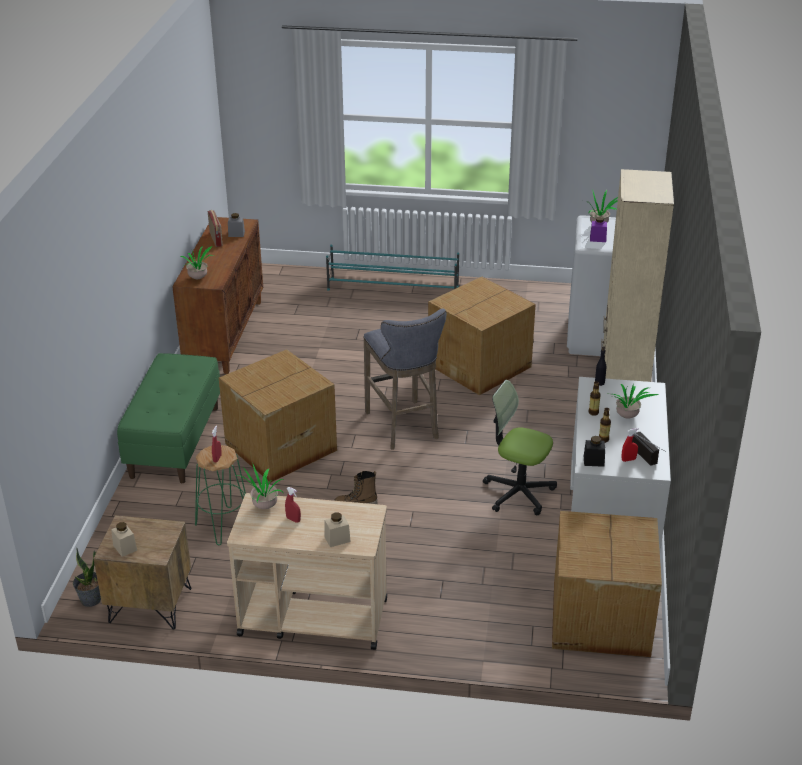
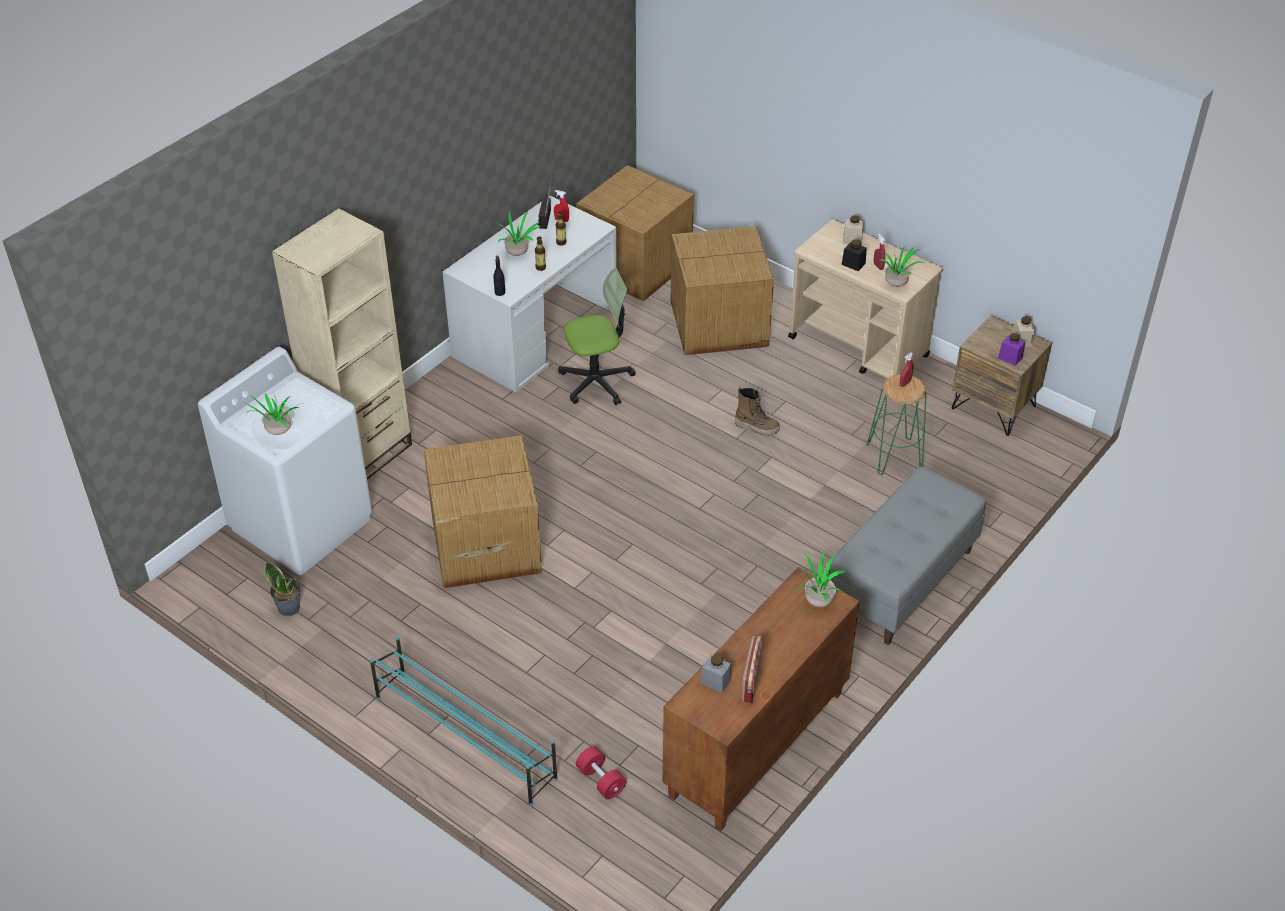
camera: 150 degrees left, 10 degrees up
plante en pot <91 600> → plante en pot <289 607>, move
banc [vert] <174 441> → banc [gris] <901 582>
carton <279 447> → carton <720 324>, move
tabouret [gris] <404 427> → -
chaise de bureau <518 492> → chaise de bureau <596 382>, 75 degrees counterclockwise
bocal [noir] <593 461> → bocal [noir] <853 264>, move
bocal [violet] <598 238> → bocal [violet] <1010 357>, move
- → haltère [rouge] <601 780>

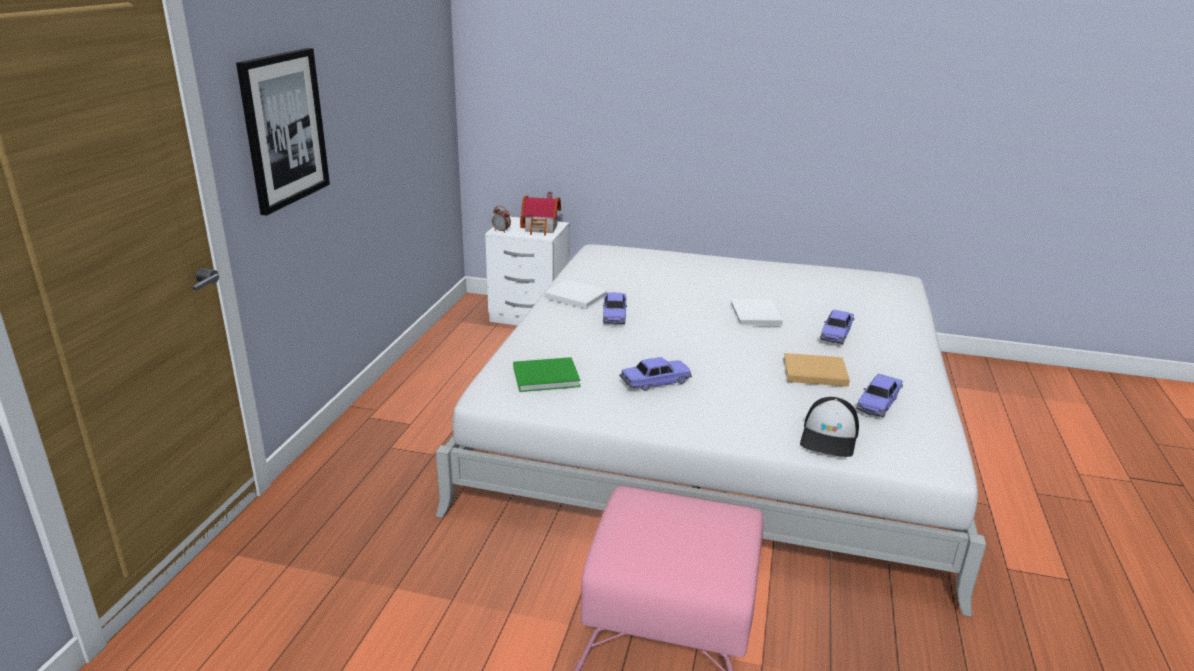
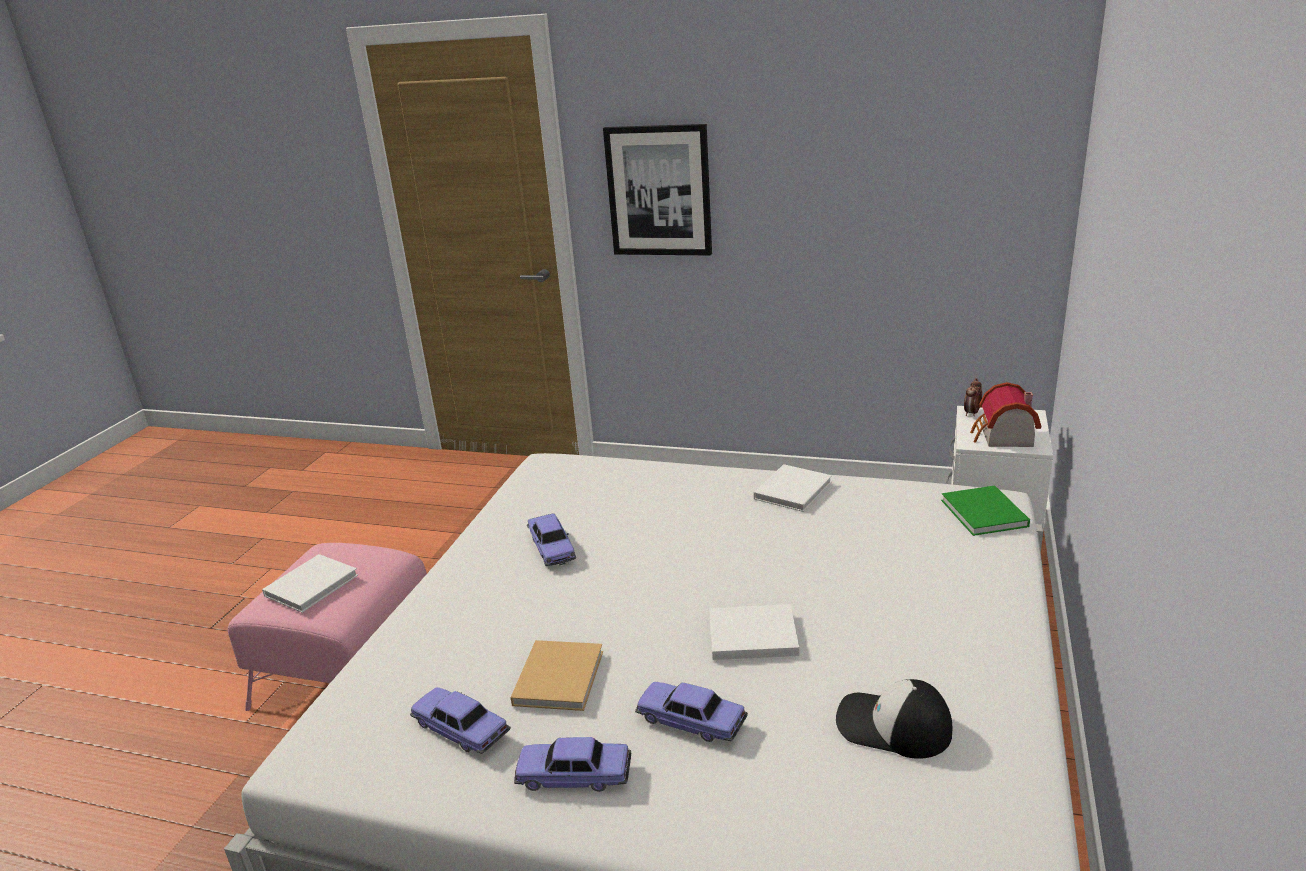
camera: 95 degrees right, 0 degrees up
livre [vert] <548 377> → livre [vert] <985 514>, move
petite voiture <614 315> → petite voiture <574 776>, move
casquette <829 437> → casquette <892 726>, move
- → livre [blanc] <313 584>

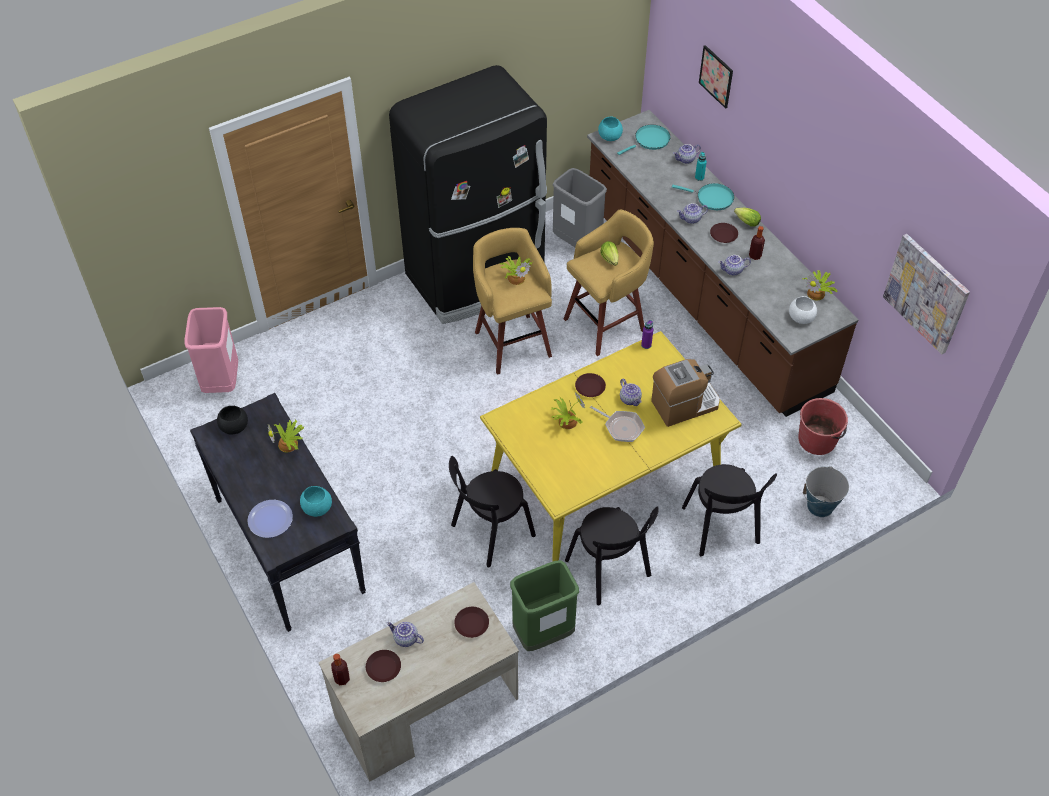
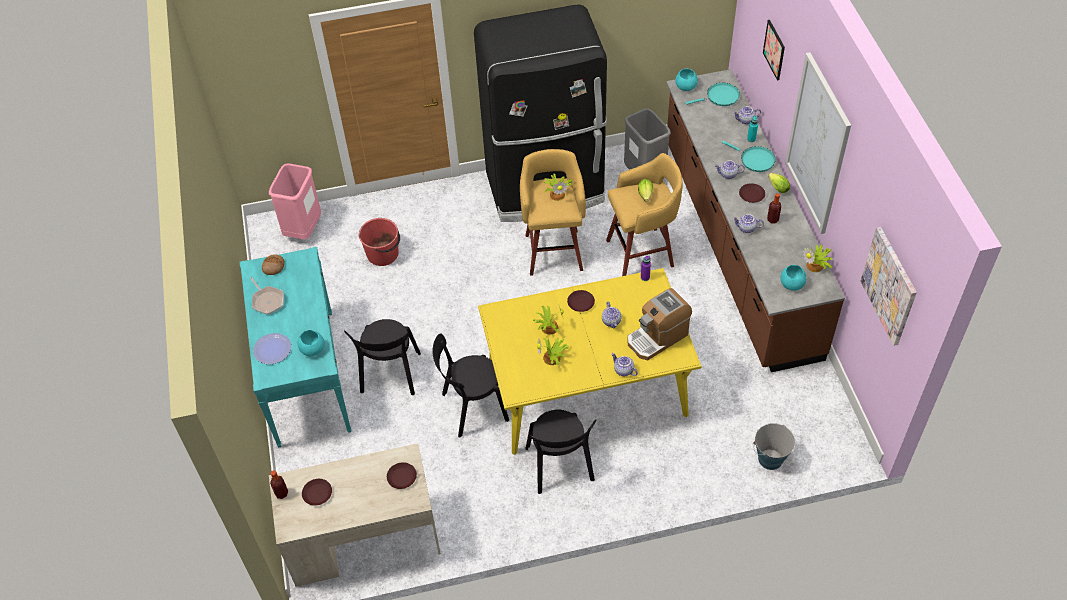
camera: 20 degrees right, 0 degrees up
table console [noir] <288 545> → table console [turquoise] <305 377>
bol [noir] <233 426> → pain <273 267>
plante en pot <289 444> → plante en pot <552 358>, move
théière <405 639> → théière <623 370>, move
poubelle [vert] <543 634> → -
poêle <621 427> → poêle <267 300>, move
machine à café <684 405> → machine à café <657 337>, 150 degrees clockwise
chaise [noir] <721 528> → chaise [noir] <390 375>, move
bol [blanc] <801 317> → bol [turquoise] <792 284>
seau [rouge] <817 440> → seau [rouge] <383 254>, move
- → tableau <818 144>

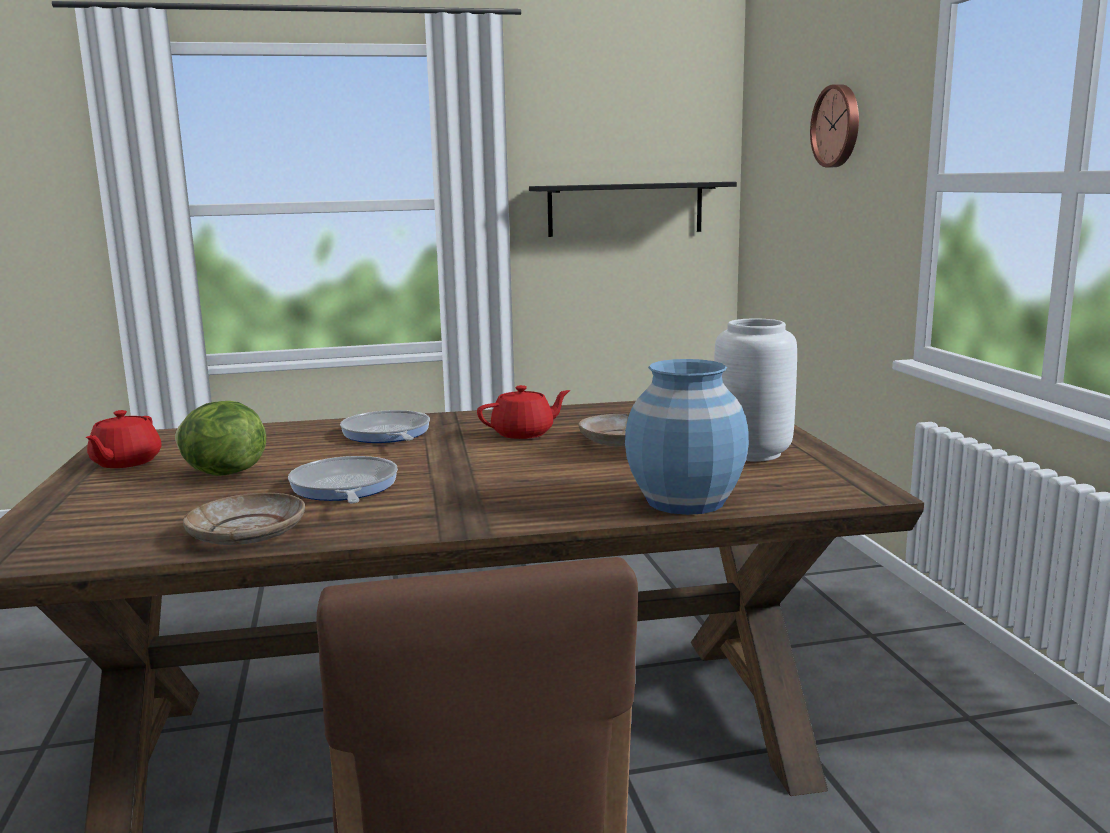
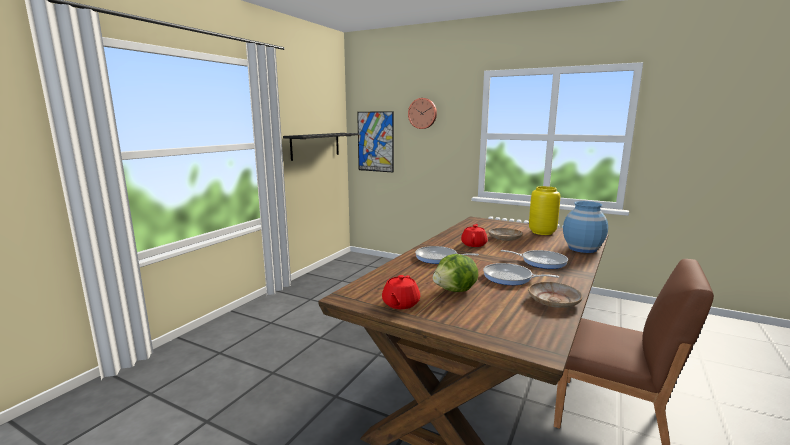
camera: 50 degrees left, 0 degrees up
théière [rouge] <125 462> → théière [rouge] <400 304>, 60 degrees clockwise
vase [blanc] <753 453> → vase [jaune] <542 232>
- → tableau <375 141>
- → poêle <541 262>

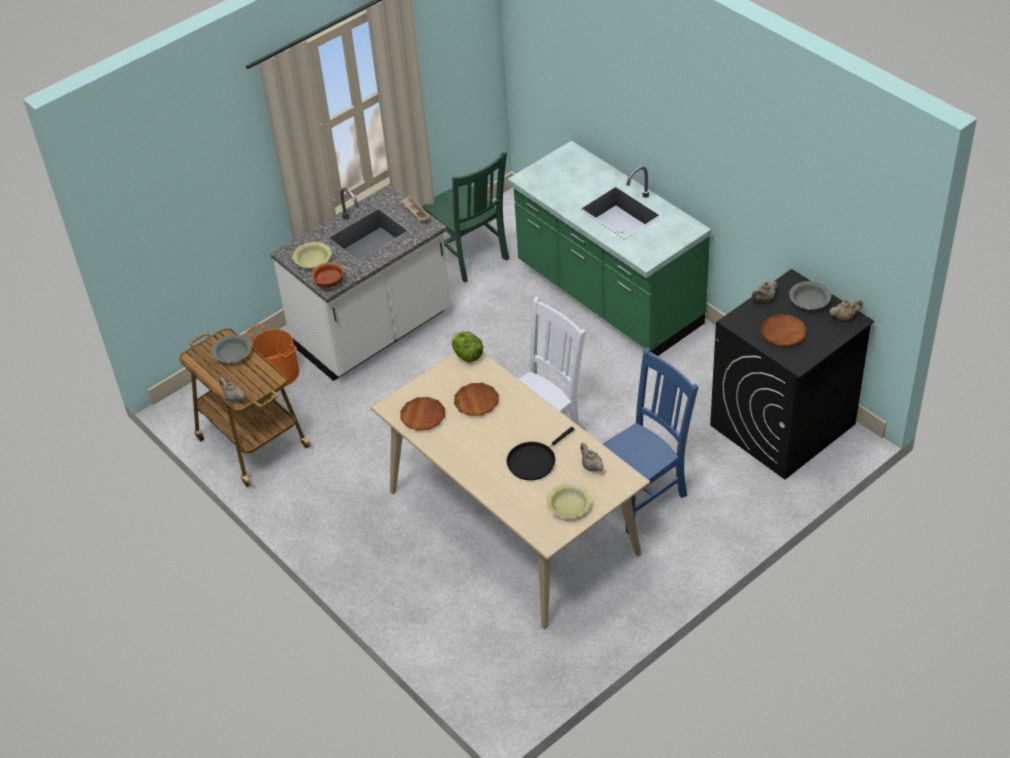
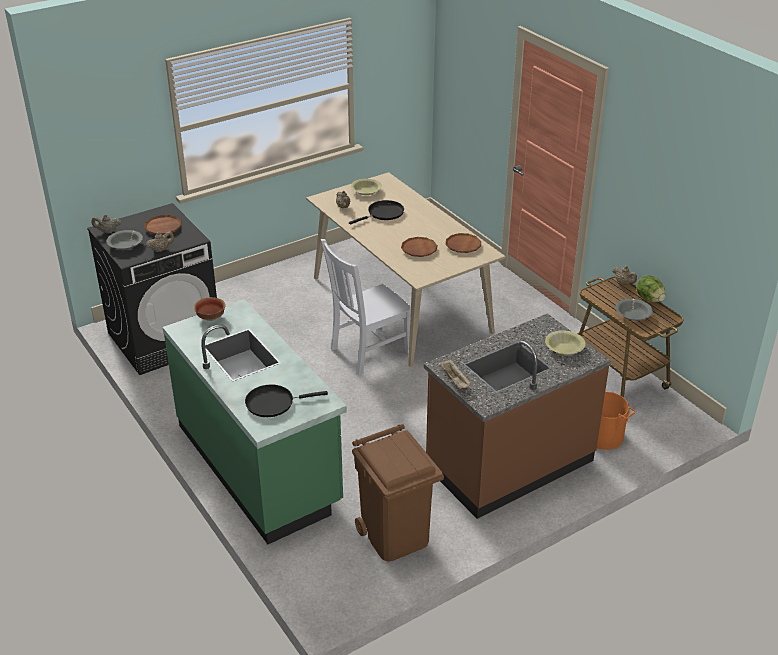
camera: 175 degrees left, 10 degrees down
comptoir de cuisine [blanc] <373 332> → comptoir de cuisine [marron] <508 462>
bol <329 284> → bol <211 317>, move
chaise [vert] <469 255> → poubelle [marron] <395 536>
laitue <467 355> → laitue <649 299>, move
chaise [bleu] <640 495> → -
- → poêle [noir] <273 403>

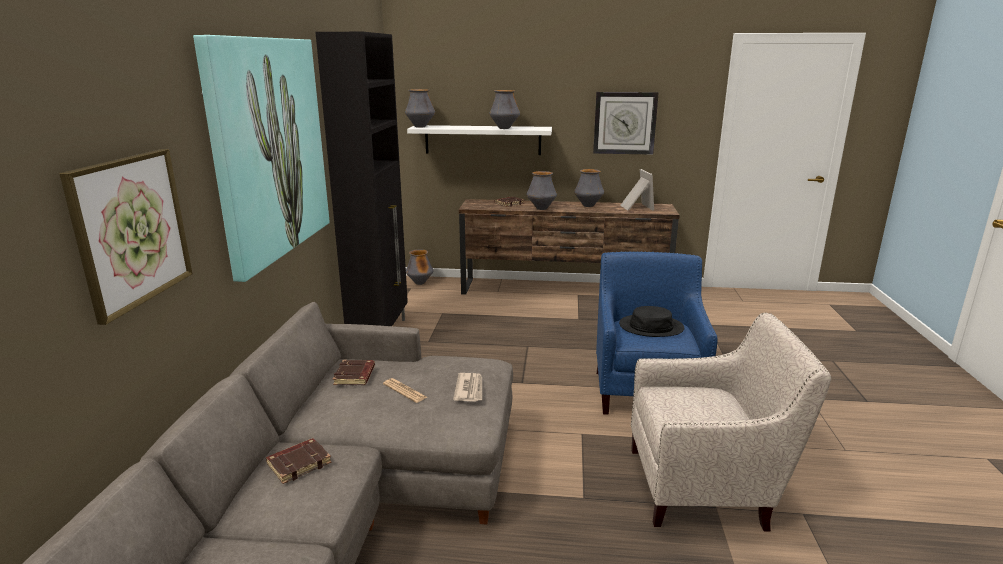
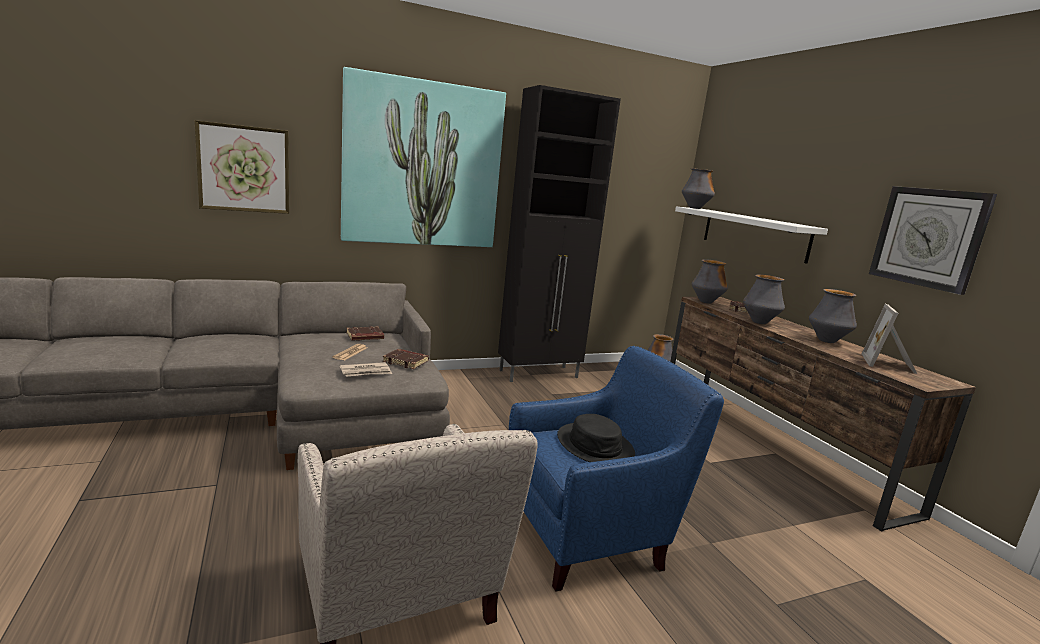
camera: 60 degrees right, 5 degrees down
livre [marron] <299 463> → livre [marron] <406 362>, move
vase <504 128> → vase <706 302>, move
cadre photo <635 207> → cadre photo <889 364>, 150 degrees clockwise

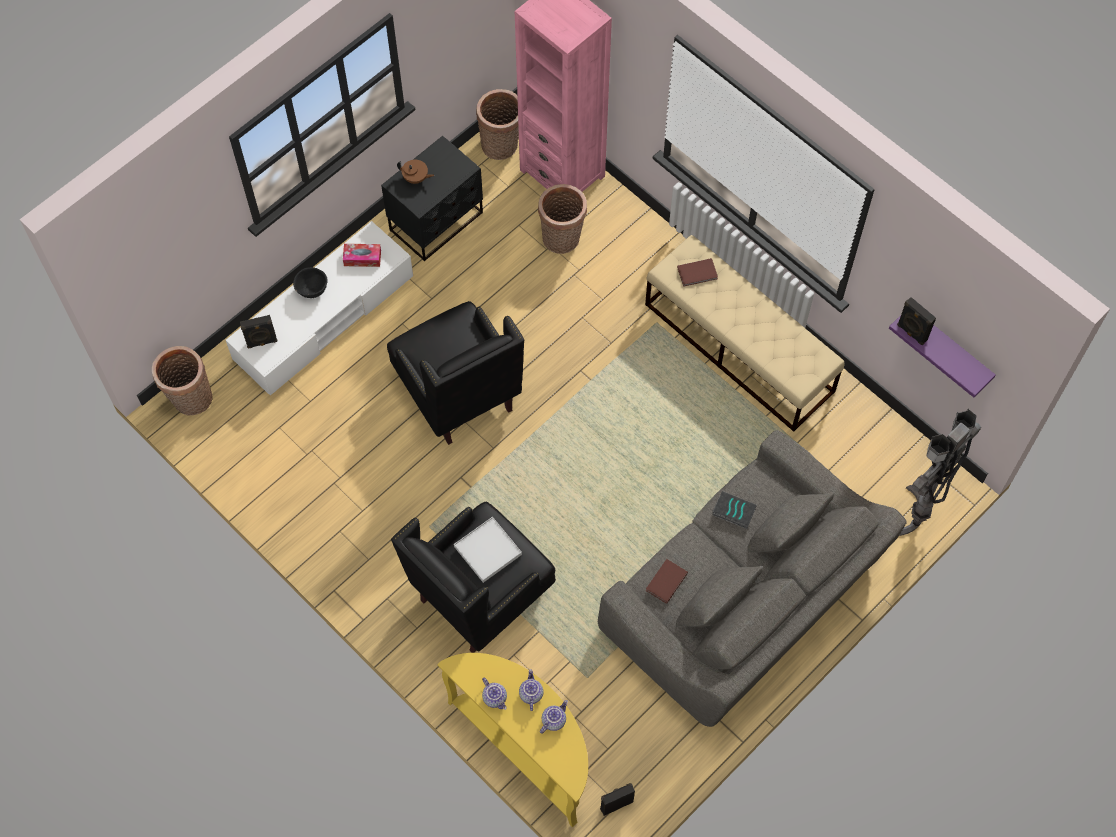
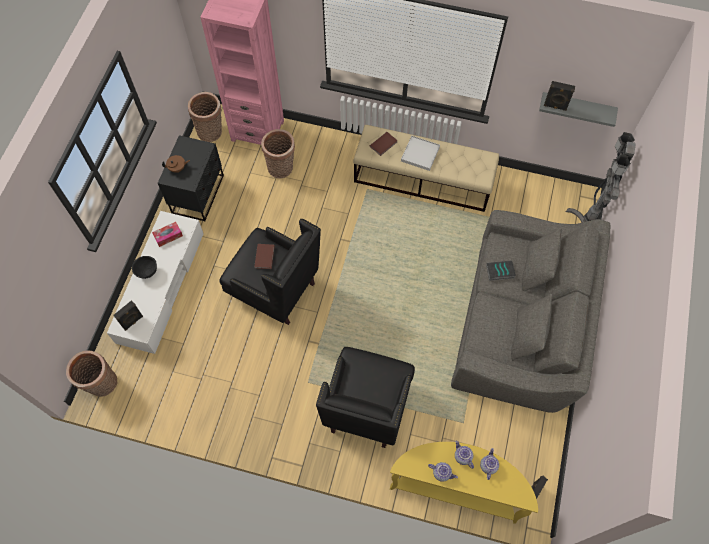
camera: 30 degrees left, 0 degrees up
plateau [blanc] <488 551> → plateau [blanc] <420 154>, move
livre [marron] <665 581> → livre [marron] <264 257>, move
étagère [violet] <949 348> → étagère [gris] <577 107>

